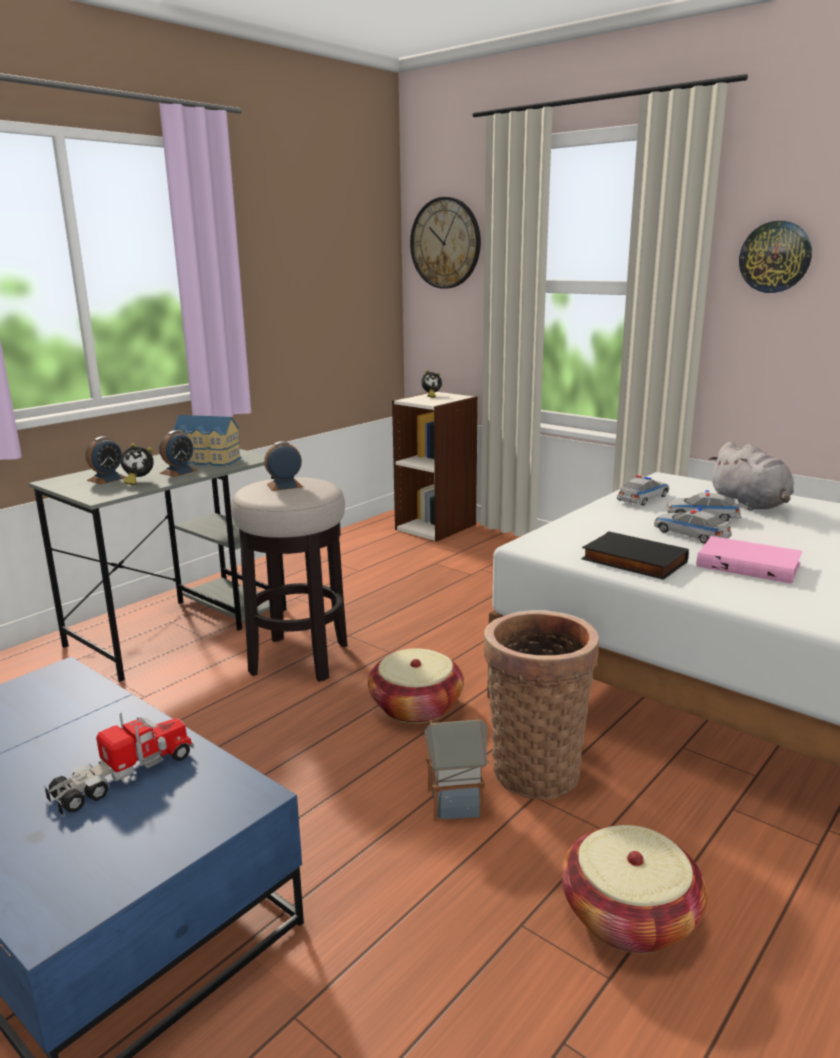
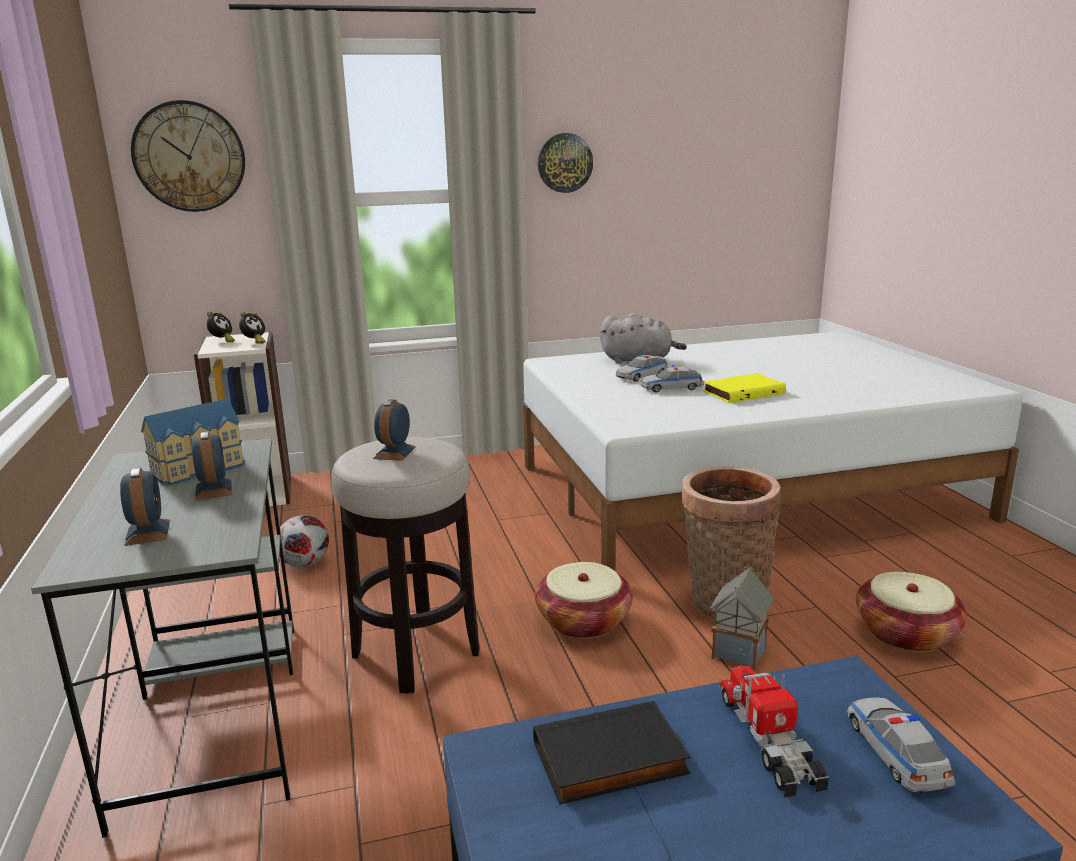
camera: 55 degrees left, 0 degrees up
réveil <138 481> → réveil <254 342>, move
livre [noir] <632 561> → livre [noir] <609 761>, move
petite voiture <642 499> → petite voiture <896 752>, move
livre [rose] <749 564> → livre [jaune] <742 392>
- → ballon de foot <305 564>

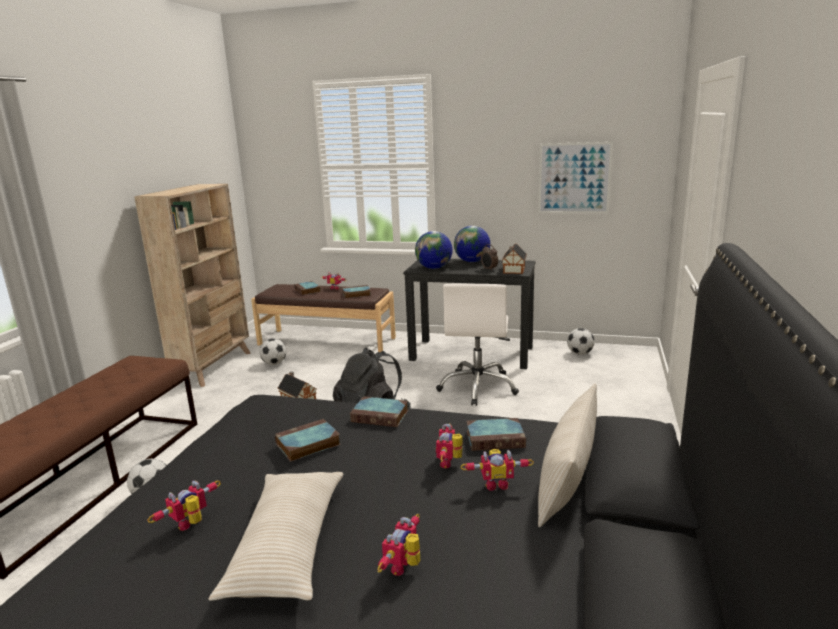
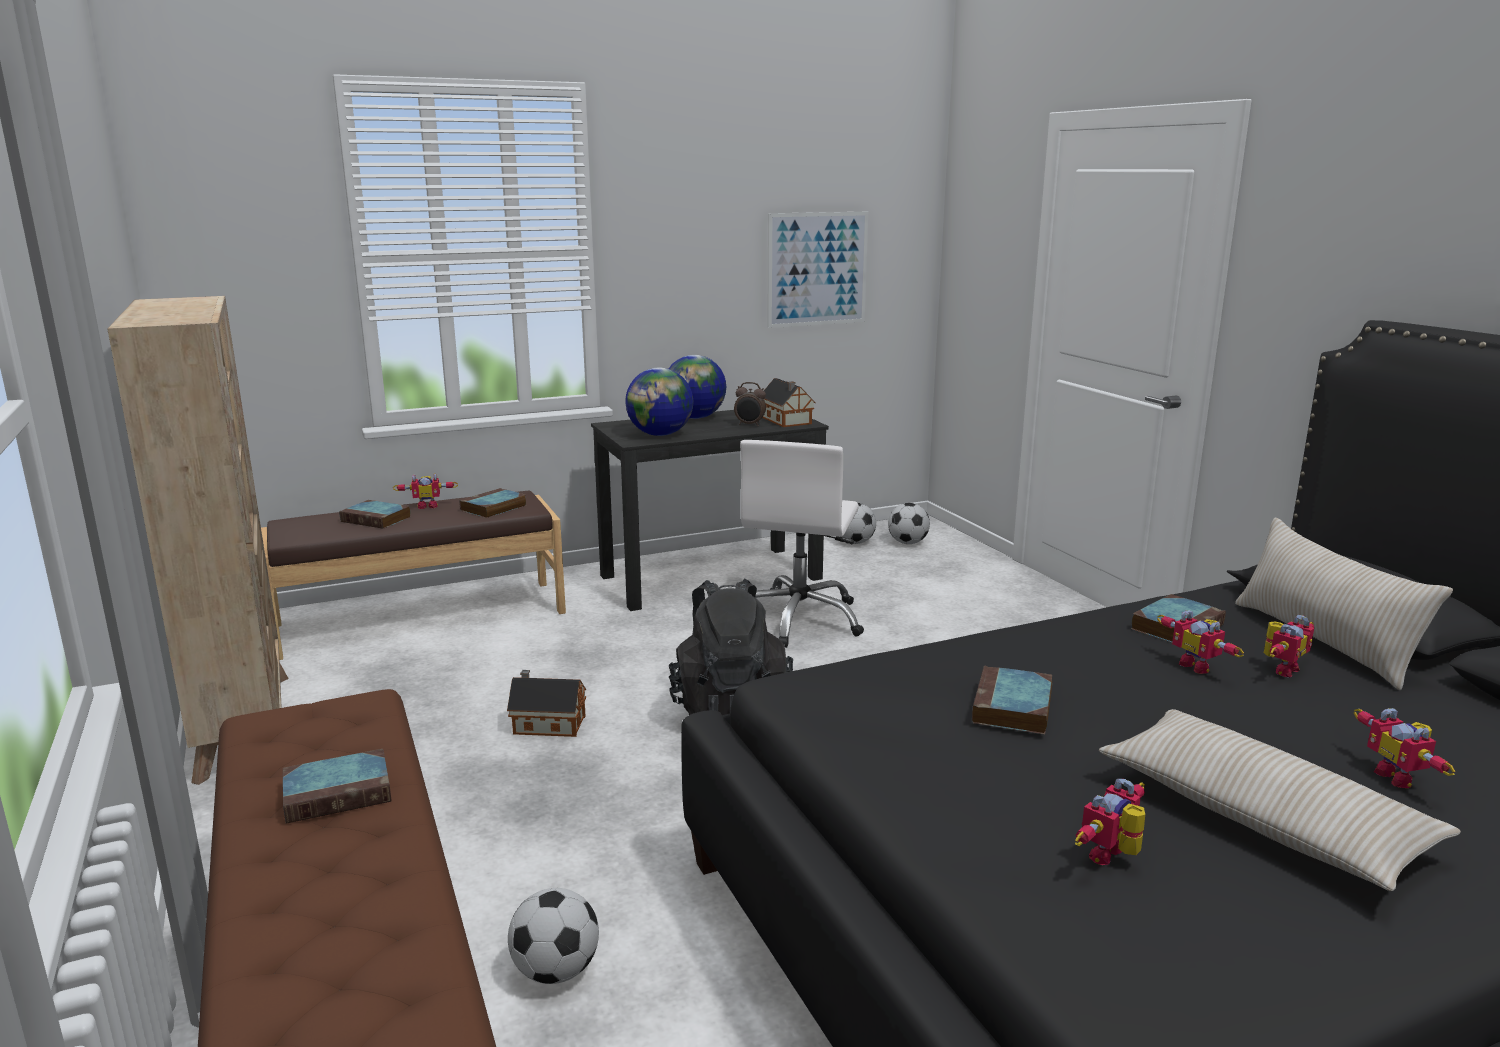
camera: 40 degrees left, 0 degrees up
robot jouet <192 525> → robot jouet <1113 857>, 45 degrees clockwise
ballon de foot <274 363> → ballon de foot <907 543>, move
livre <381 416> → livre <340 792>, move
chaise de bureau [blanc] <478 387> → chaise de bureau [blanc] <799 619>, 45 degrees clockwise

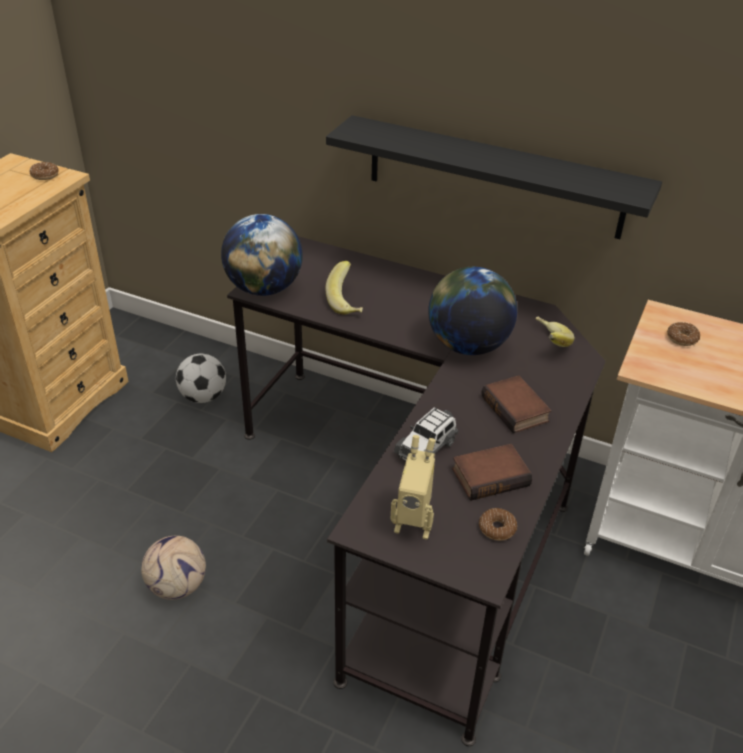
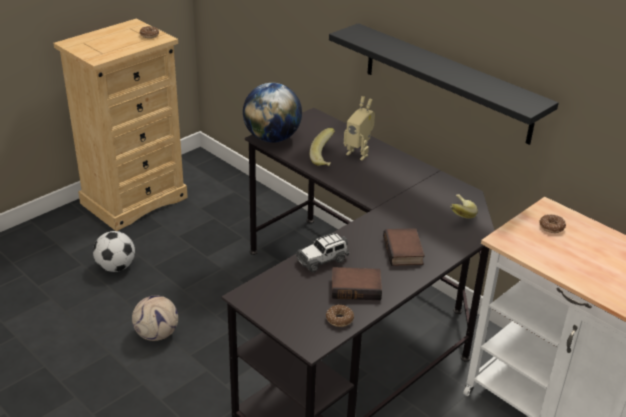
camera: 20 degrees right, 5 degrees down
ballon de foot <203 396> → ballon de foot <116 267>, move
robot jouet <414 523> → robot jouet <359 153>, move
globe <468 345> → -

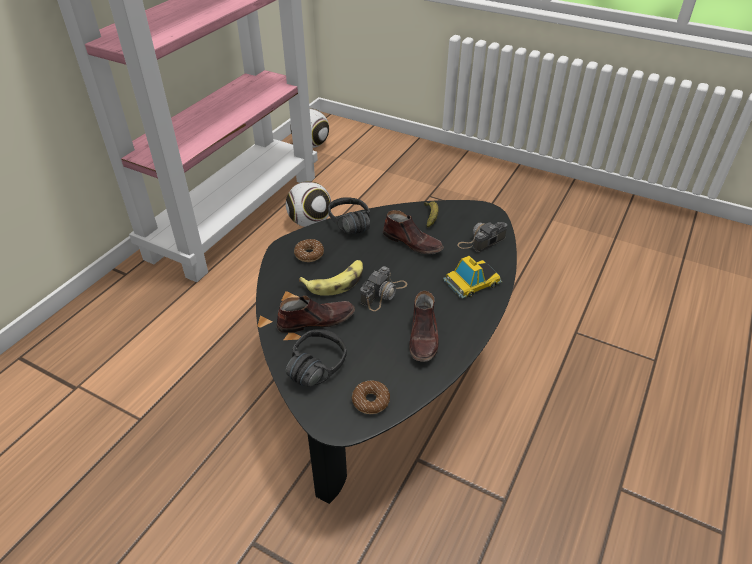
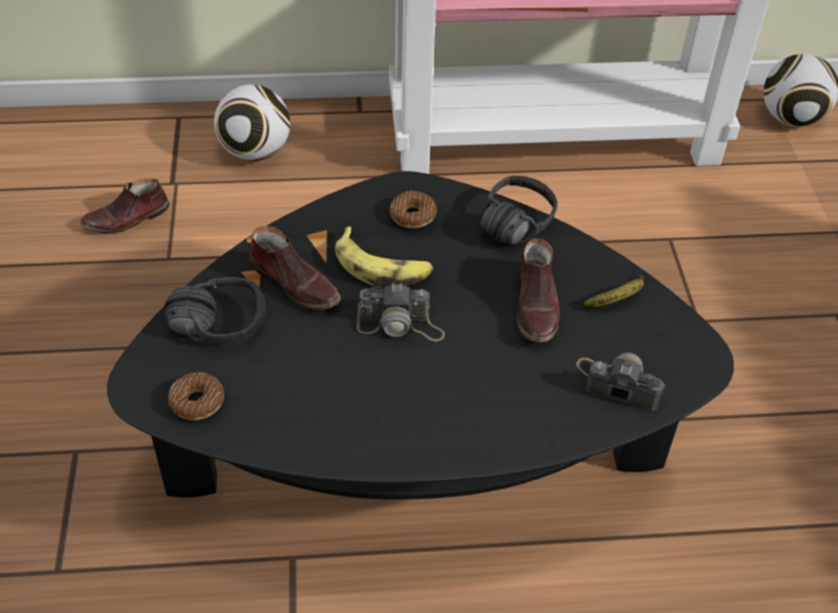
camera: 55 degrees right, 5 degrees up
ballon de foot <310 222> → ballon de foot <255 151>, move
chaussure [marron] <424 337> → chaussure [marron] <127 219>, move
petite voiture <472 282> → -

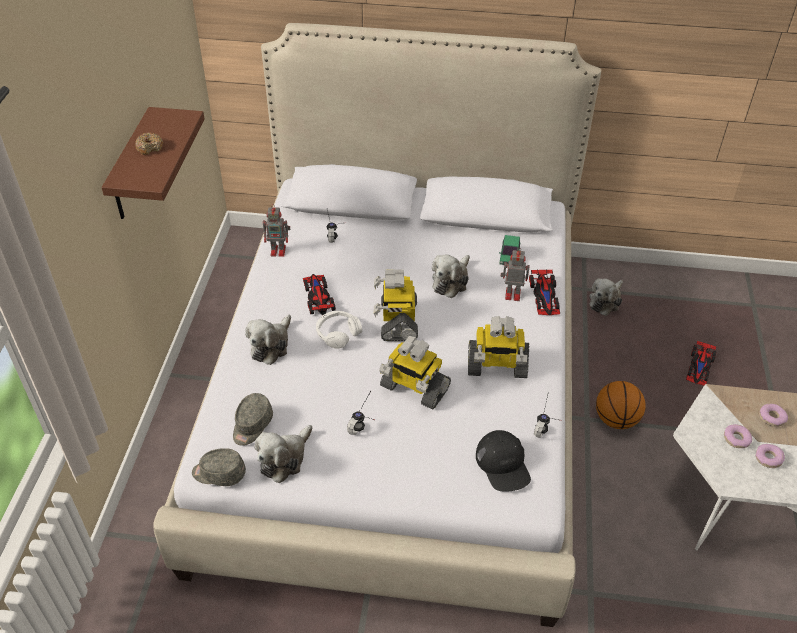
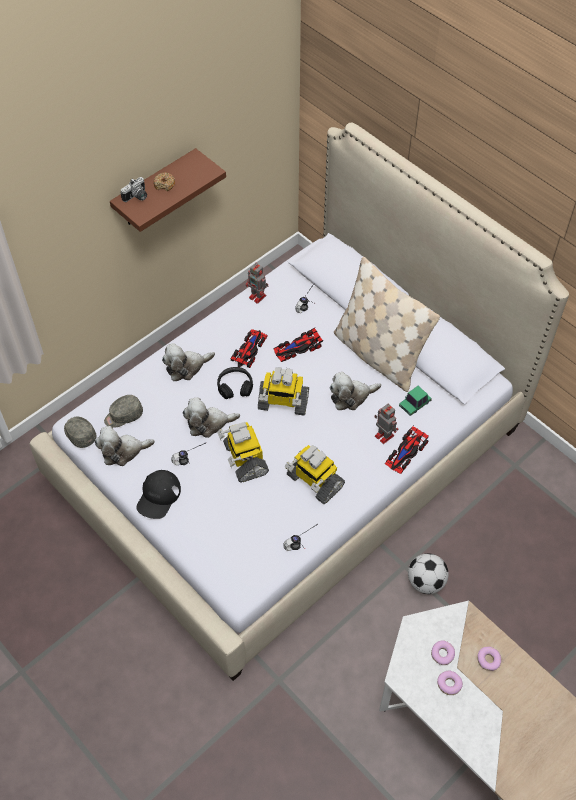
camera: 40 degrees right, 10 degrees up
casque audio [blanc] <338 333> → casque audio [noir] <235 386>
robot jouet <397 320> → robot jouet <283 403>, 120 degrees counterclockwise
casquette [noir] <503 464> → casquette [noir] <158 496>, move
peluche <605 301> → peluche <208 423>, move
ballon de basket <616 419> → ballon de foot <426 582>
petite voiture <700 366> → petite voiture <298 347>, move
- → appareil photo <137 197>
- → coussin [beige] <378 355>

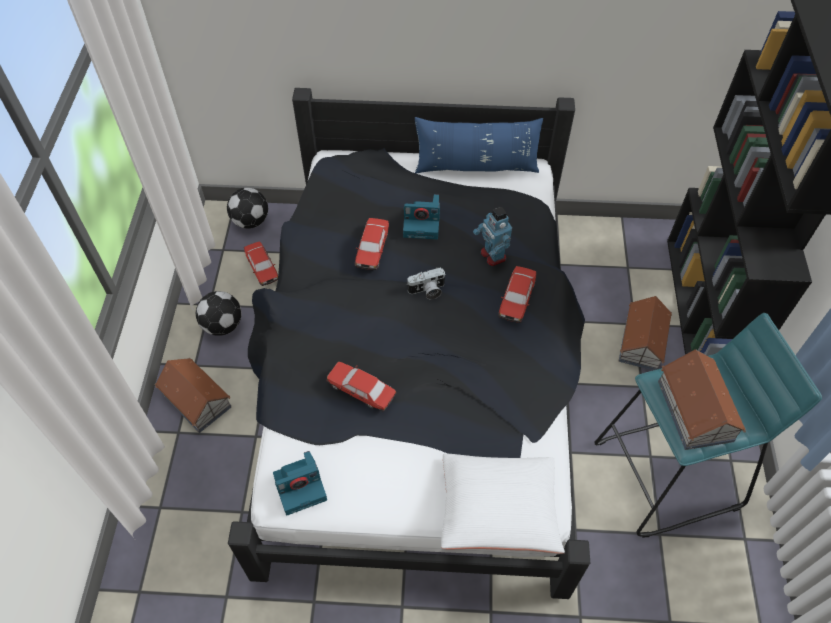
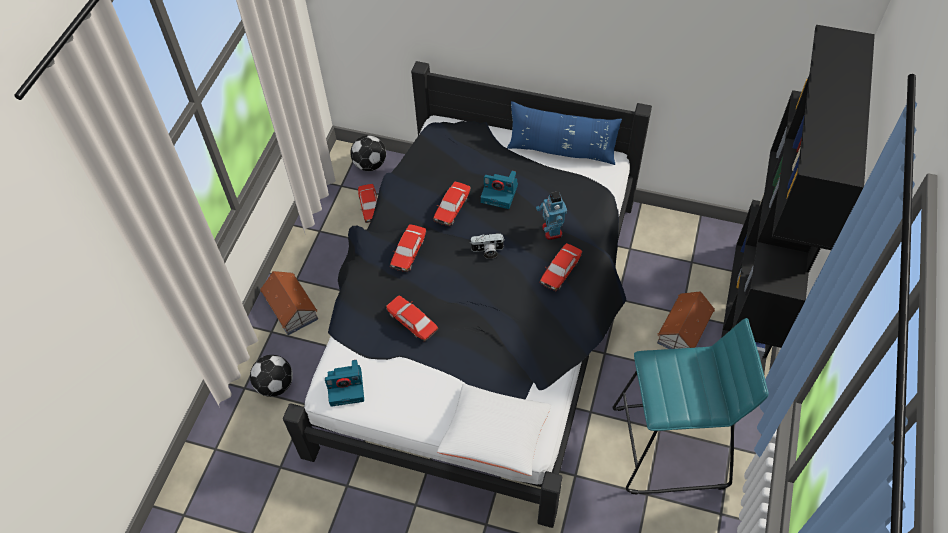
camera: 15 degrees right, 0 degrees up
ballon de foot <223 325> → ballon de foot <276 385>, move
maison miniature <695 411> → -
- → petite voiture <409 252>

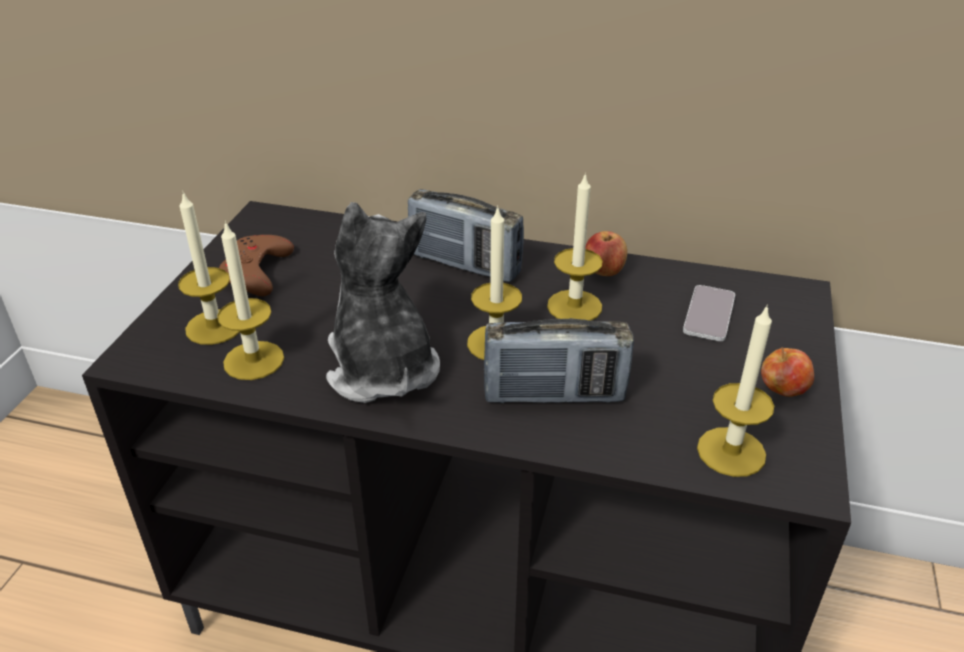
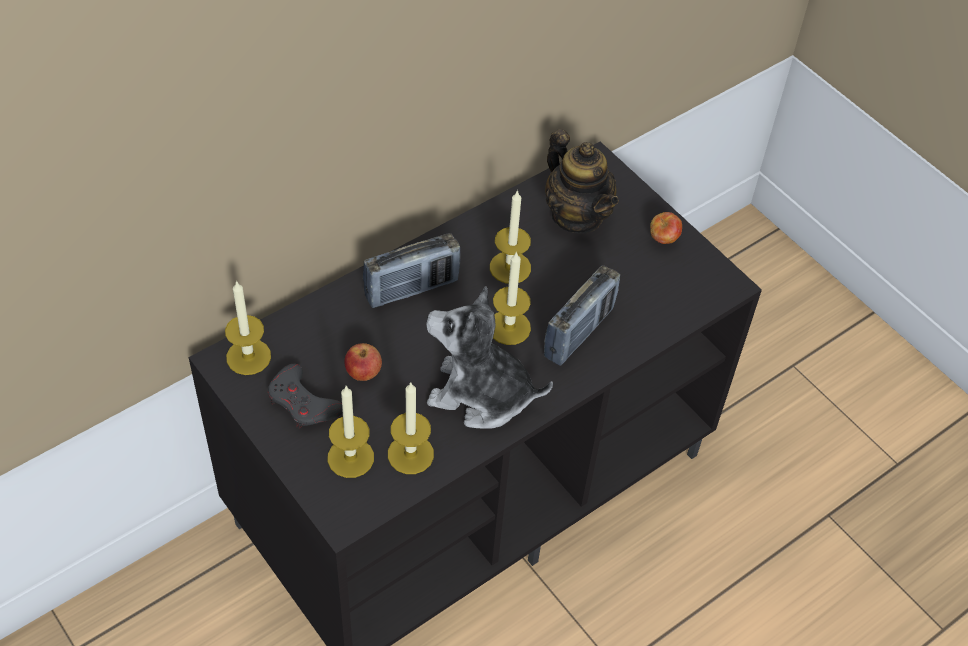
camera: 55 degrees left, 15 degrees up
manette [marron] <256 272> → manette [gris] <303 403>
pomme <603 271> → pomme <363 373>, move
téléphone <709 314> → théière <577 215>
bougie <731 451> → bougie <248 356>, move

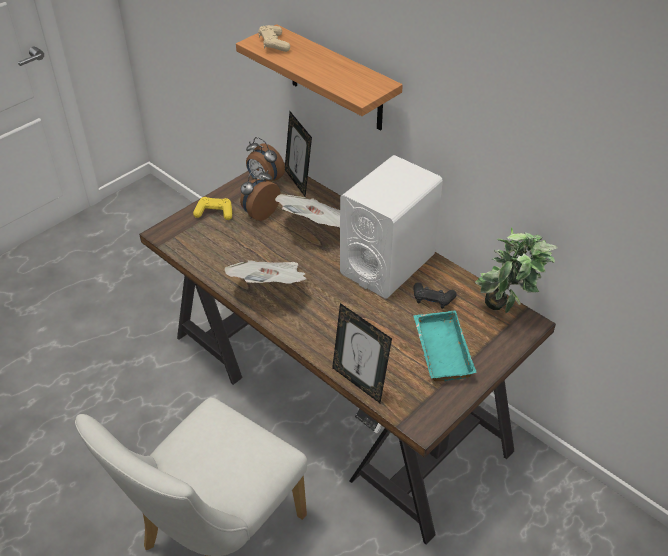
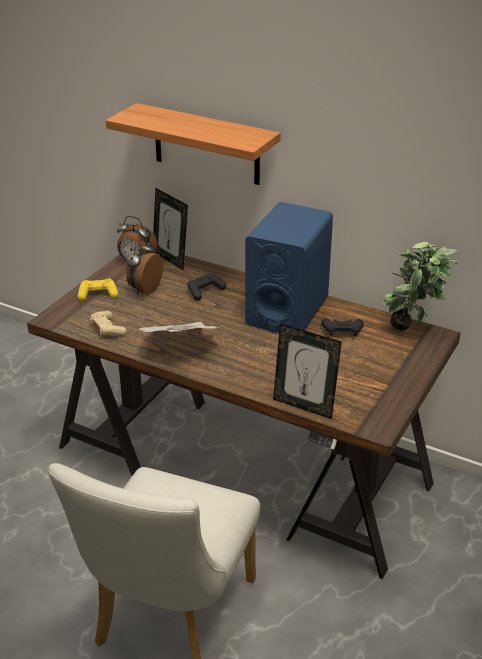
camera: 15 degrees left, 10 degrees down
manette [beige] <273 44> → manette [beige] <107 329>, move
journal <316 226> → manette [noir] <205 291>
enceinte [blanc] <387 264> → enceinte [bleu] <287 311>
plateau [turquoise] <440 350> → -

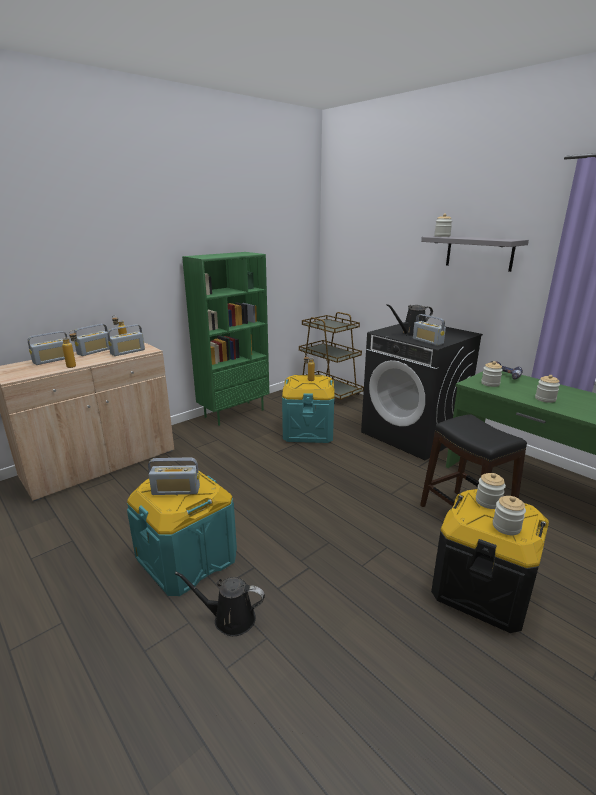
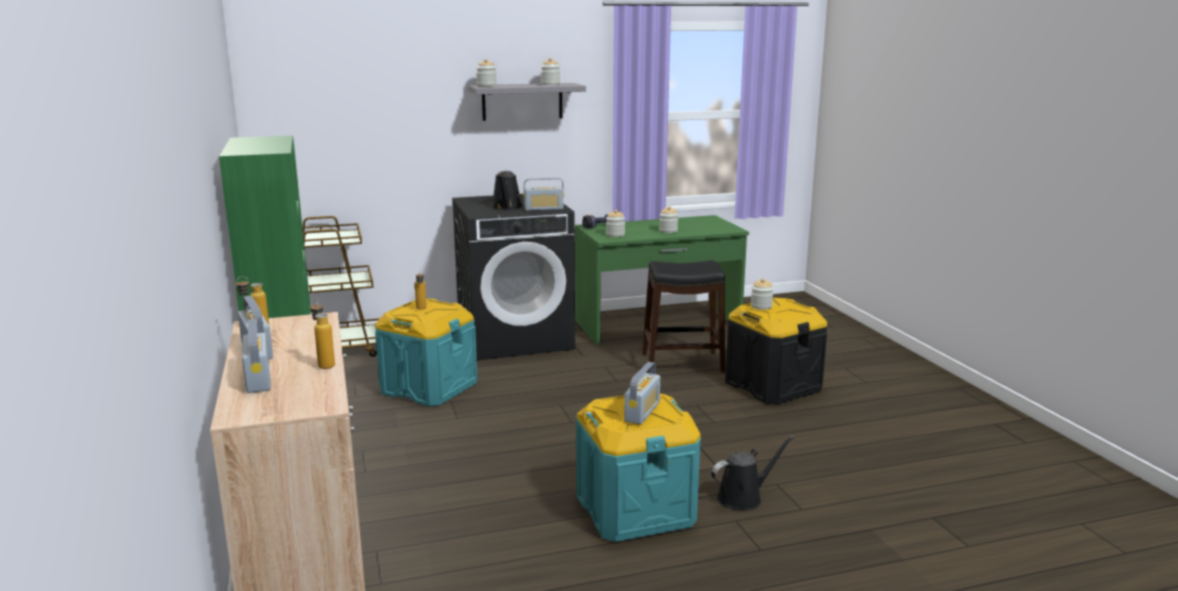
camera: 65 degrees left, 5 degrees down
radio <128 352> → -
arrosoir [noir] <230 618> → arrosoir [noir] <743 498>, 150 degrees counterclockwise
bocal <506 527> → bocal <550 84>, move

